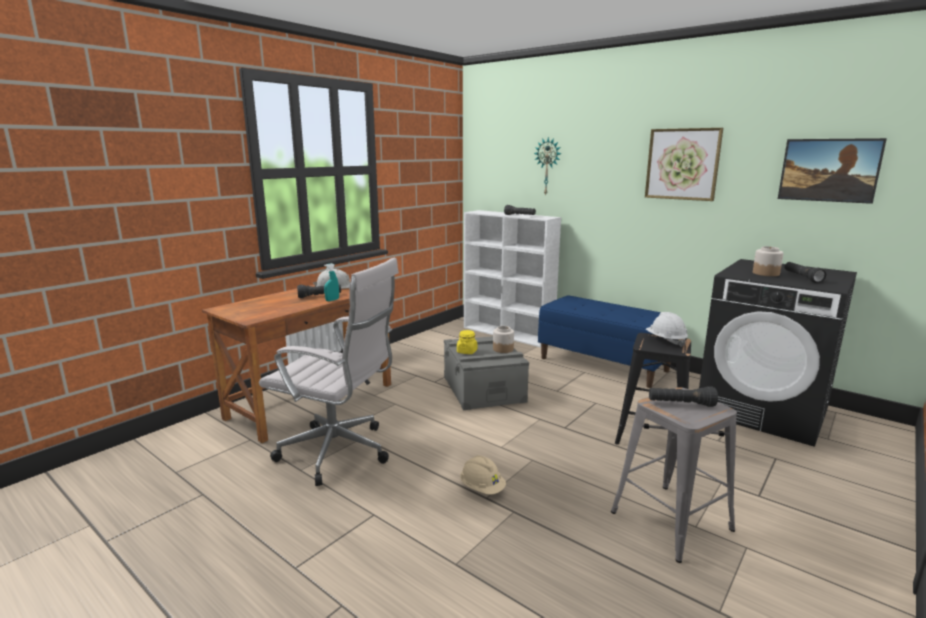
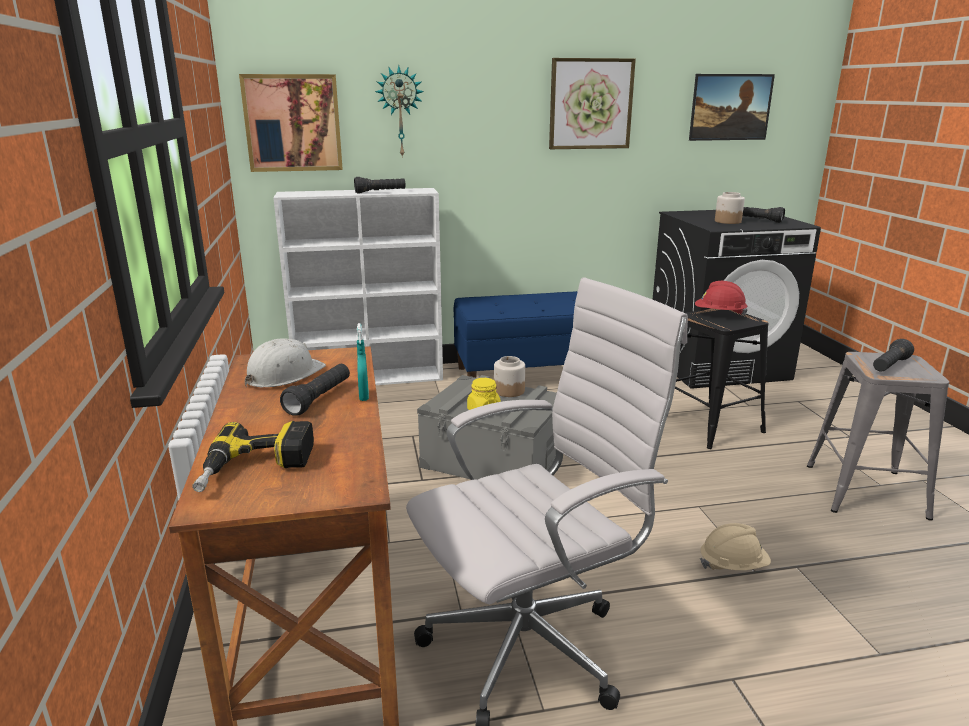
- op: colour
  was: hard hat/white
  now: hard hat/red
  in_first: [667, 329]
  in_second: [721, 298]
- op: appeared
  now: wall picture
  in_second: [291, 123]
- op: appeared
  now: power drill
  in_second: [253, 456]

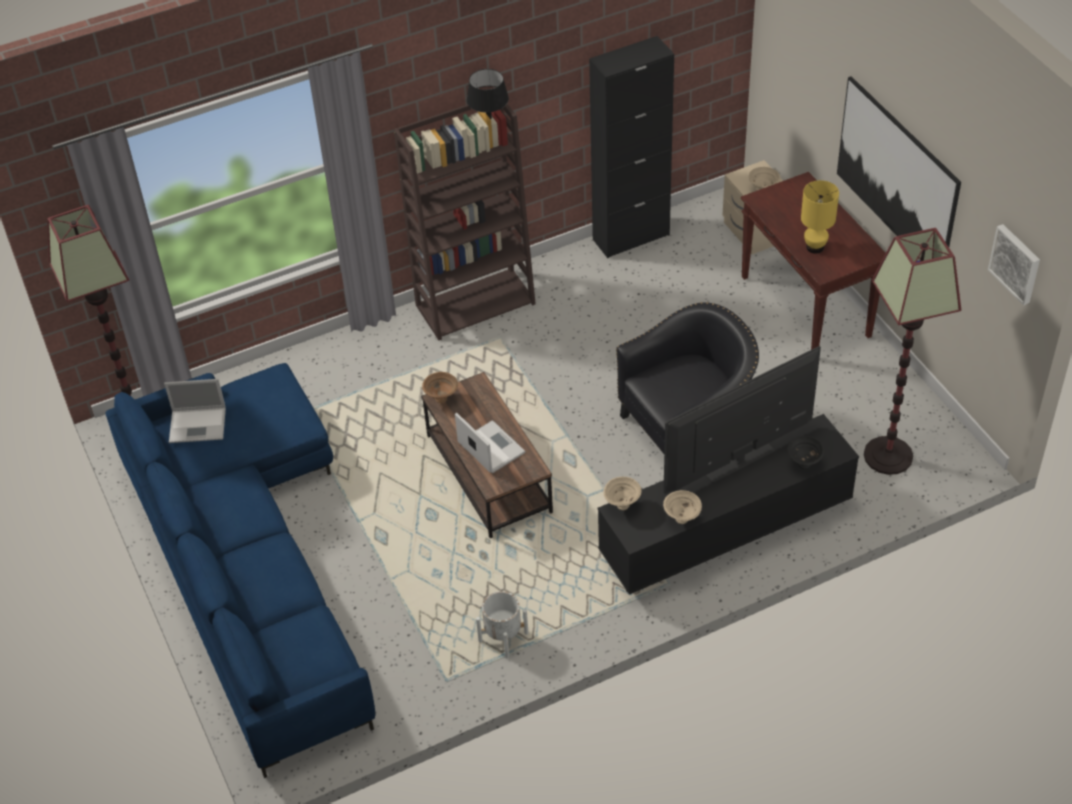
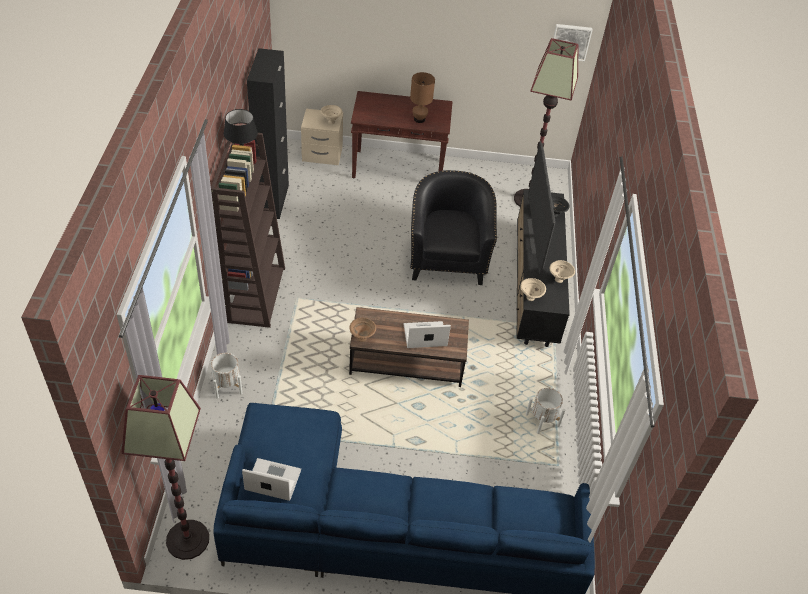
- op: missing
  was: wall picture
  in_first: [899, 161]
- op: colour
  was: lamp for a table/yellow
  now: lamp for a table/brown-coloured
  in_first: [820, 217]
  in_second: [422, 97]
- op: spun
  was: laptop
  in_first: [195, 411]
  in_second: [271, 479]
  clockwise: -105
- op: appeared
  now: planter/white
  in_second: [226, 376]

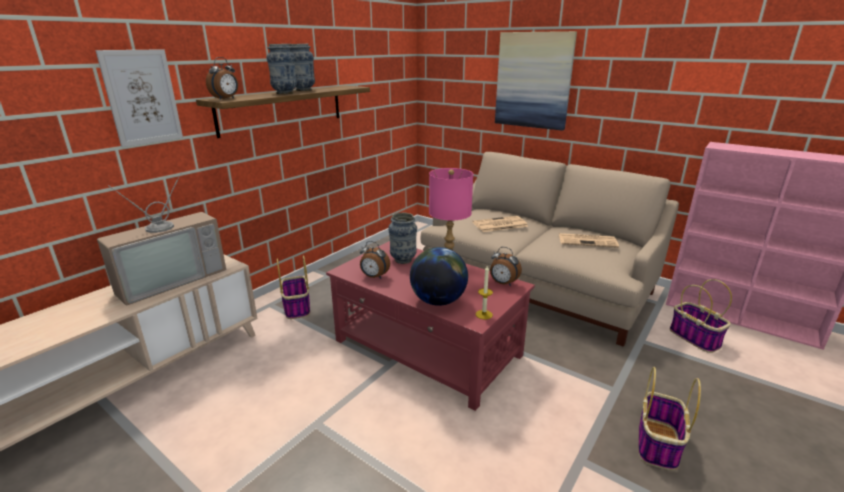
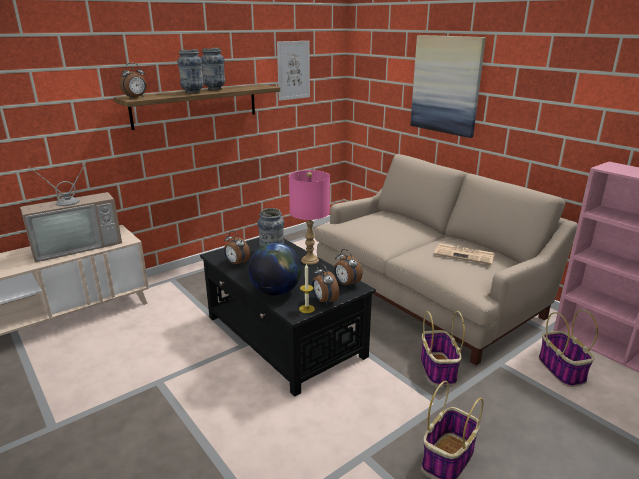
- op: relocated
  was: wall picture
  in_first: [139, 98]
  in_second: [293, 71]
- op: missing
  was: daily paper
  in_first: [500, 224]
- op: colour
  was: coffee table/red
  now: coffee table/black-coloured
  in_first: [430, 326]
  in_second: [288, 317]
- op: relocated
  was: basket
  in_first: [293, 287]
  in_second: [443, 348]
- op: appeared
  now: table clock
  in_second: [325, 284]

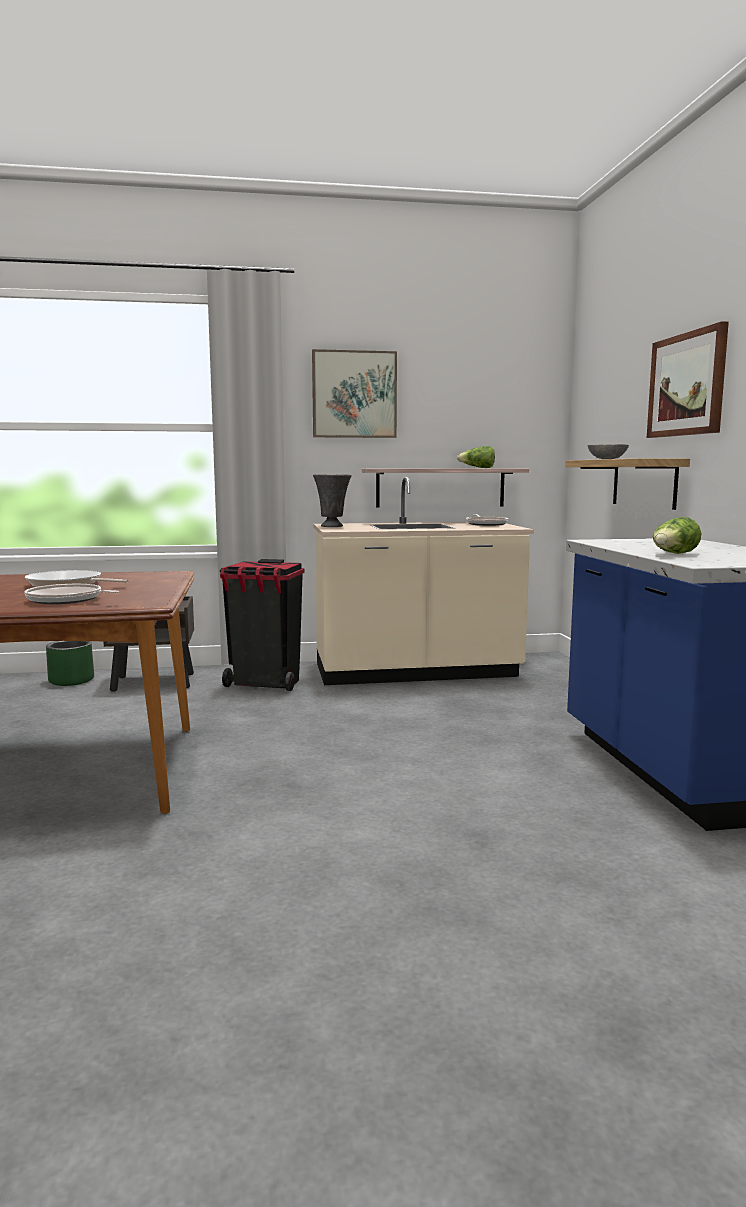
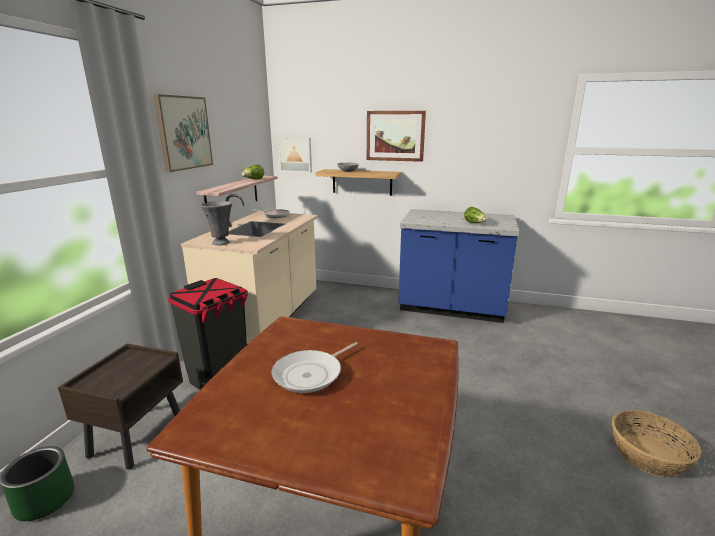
- op: missing
  was: skillet
  in_first: [71, 594]
- op: appeared
  now: wall picture
  in_second: [295, 155]
- op: appeared
  now: basket
  in_second: [657, 443]

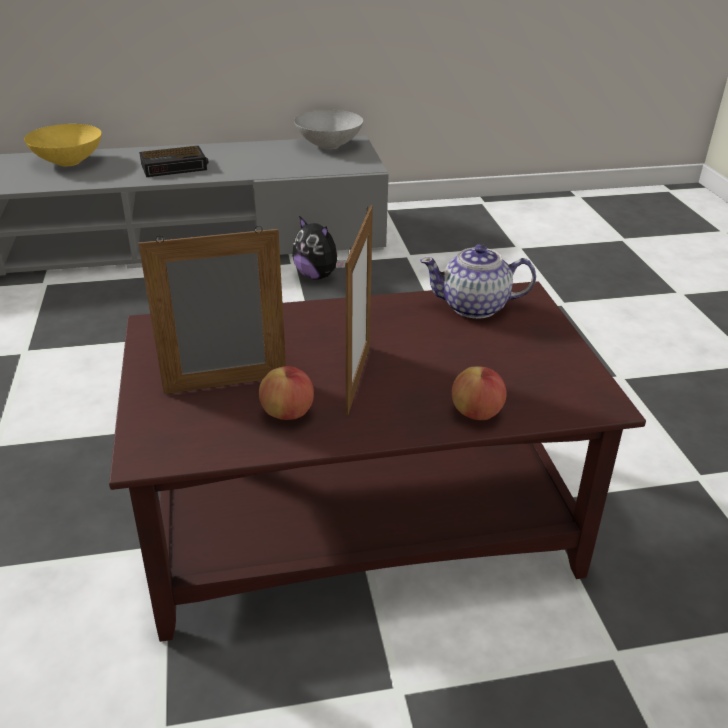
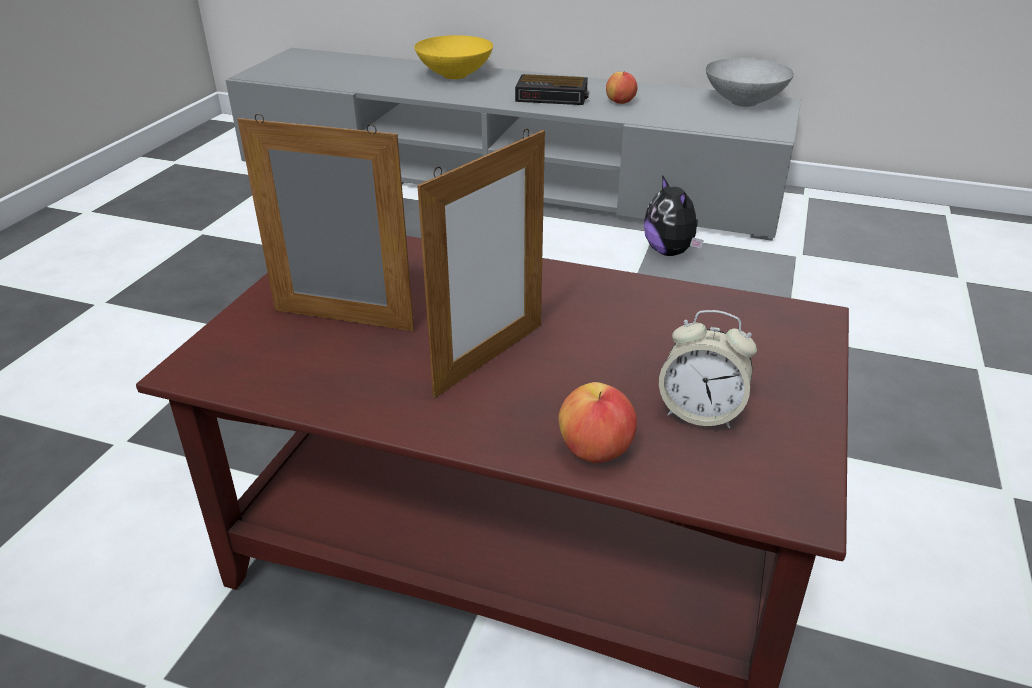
- op: missing
  was: pot for tea
  in_first: [478, 281]
- op: relocated
  was: apple fruit
  in_first: [286, 393]
  in_second: [622, 88]
- op: appeared
  now: table clock
  in_second: [708, 369]

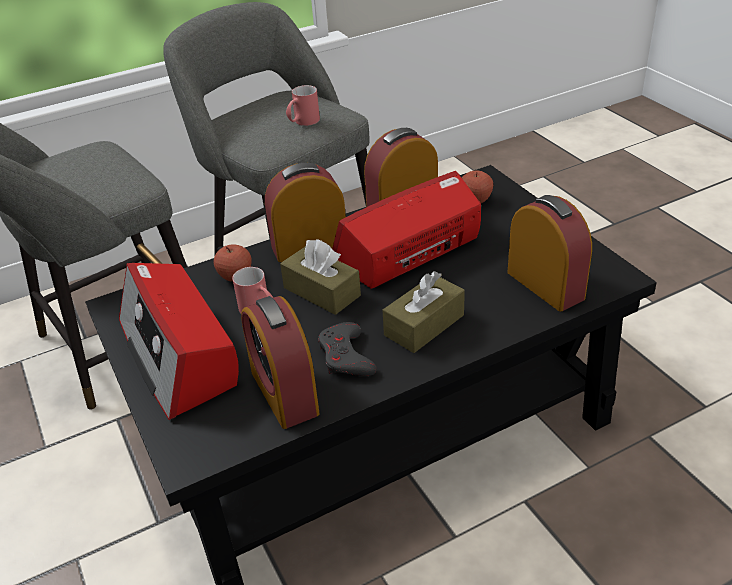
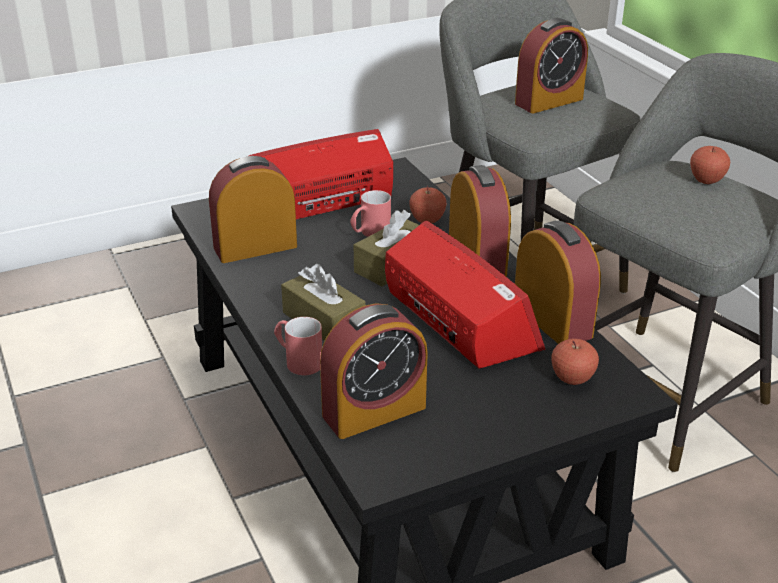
- op: relocated
  was: mug/red
  in_first: [303, 105]
  in_second: [298, 346]
- op: missing
  was: gamepad/grey
  in_first: [347, 349]
- op: appeared
  now: table clock
  in_second: [551, 65]
- op: appeared
  now: apple fruit
  in_second: [710, 165]

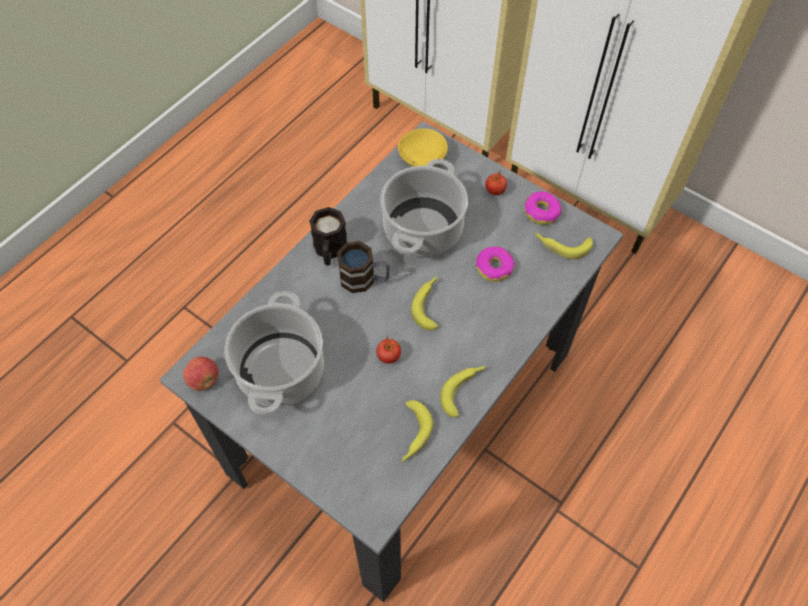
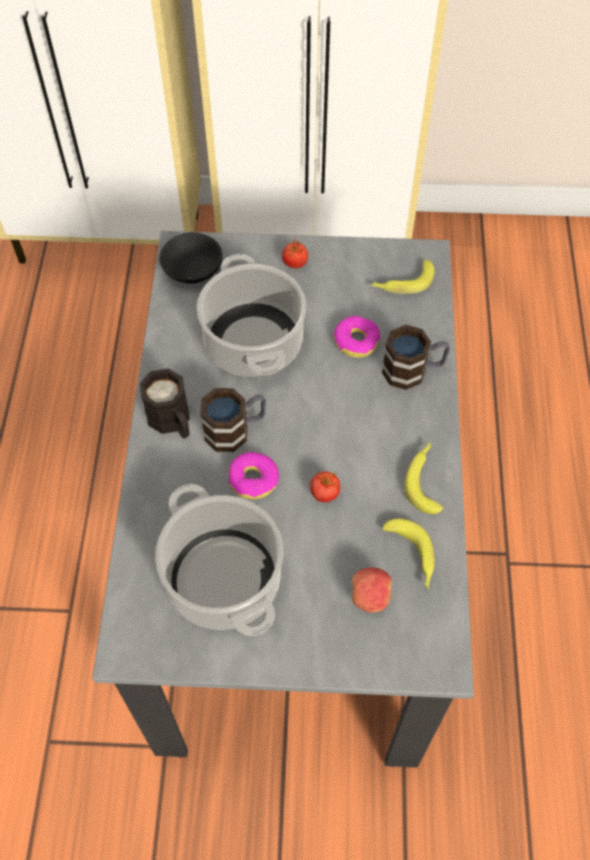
- op: colour
  was: serving bowl/yellow
  now: serving bowl/black-coloured
  in_first: [423, 147]
  in_second: [190, 257]
- op: relocated
  was: doughnut
  in_first: [543, 208]
  in_second: [253, 475]
- op: missing
  was: whole banana
  in_first: [424, 302]
- op: relocated
  was: apple fruit
  in_first: [201, 373]
  in_second: [372, 590]
- op: appeared
  now: mug
  in_second: [416, 357]

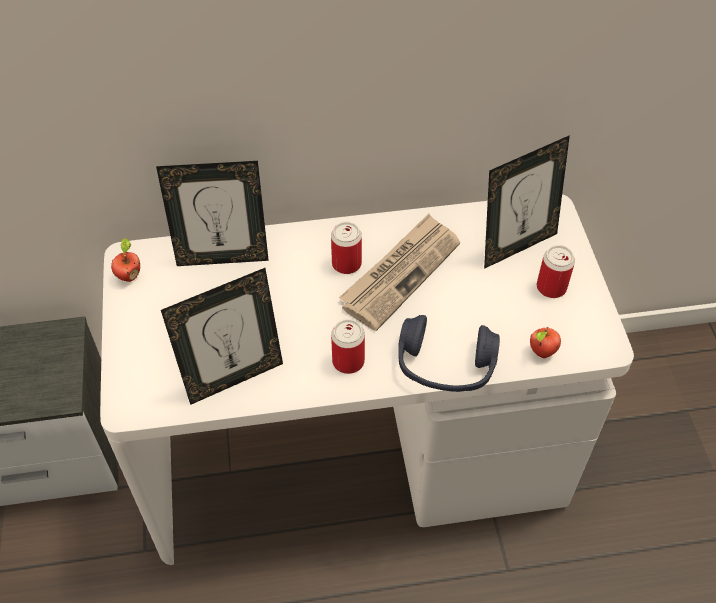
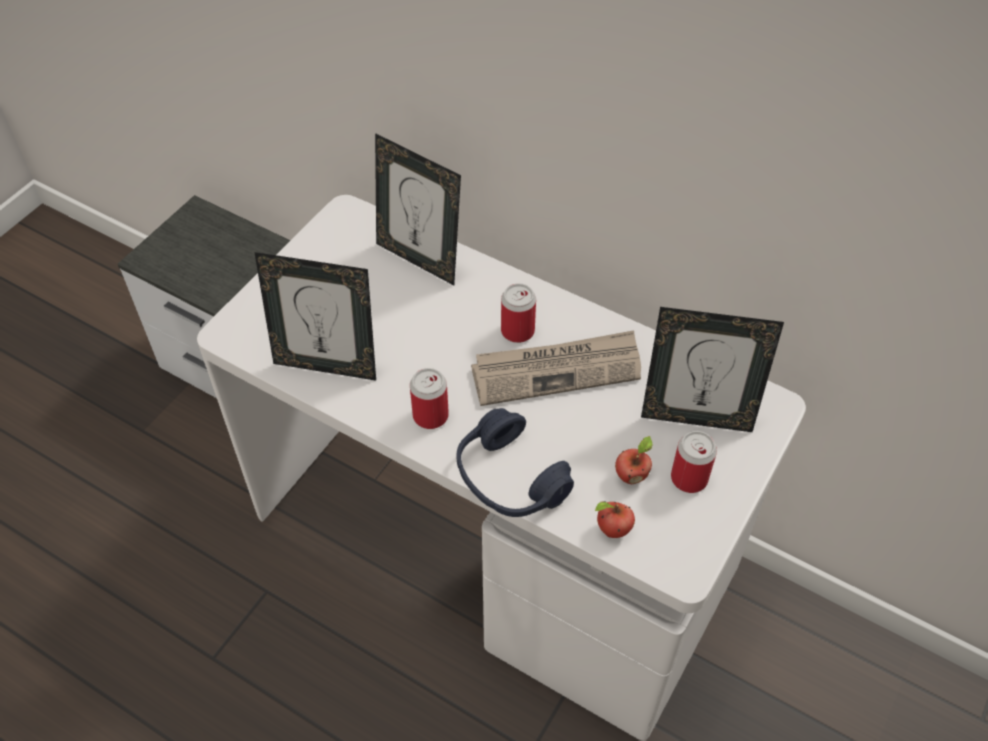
- op: relocated
  was: apple fruit
  in_first: [125, 260]
  in_second: [633, 460]

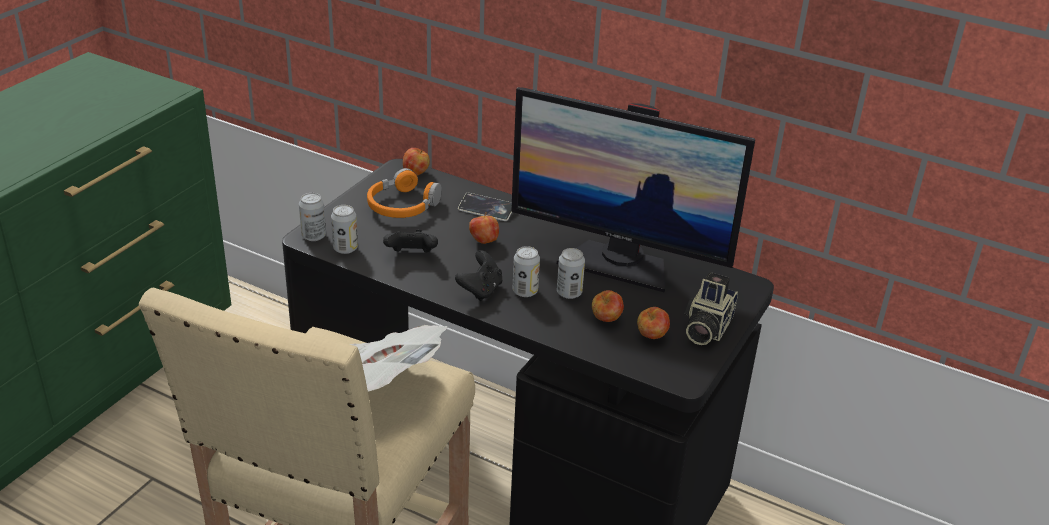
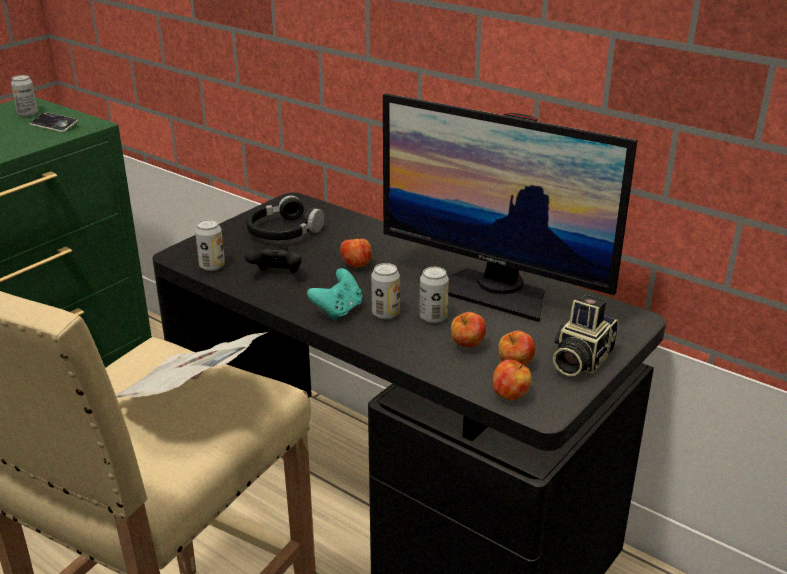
- op: relocated
  was: apple fruit
  in_first: [416, 162]
  in_second: [512, 380]
- op: colour
  was: headset/orangey
  now: headset/black-coloured
  in_first: [404, 193]
  in_second: [285, 218]
- op: relocated
  was: can
  in_first: [312, 217]
  in_second: [24, 95]
- op: relocated
  was: handset
  in_first: [485, 207]
  in_second: [54, 122]
- op: colour
  was: gamepad/black-coloured
  now: gamepad/blue-green
  in_first: [478, 275]
  in_second: [334, 294]

